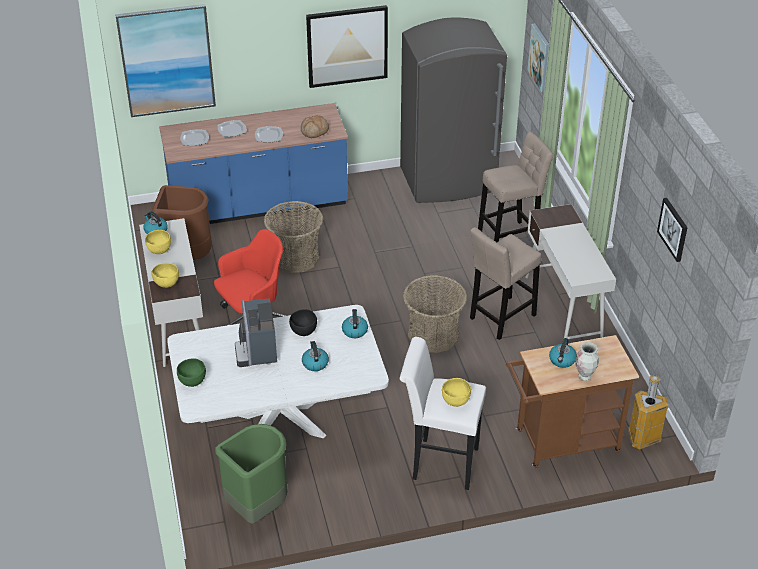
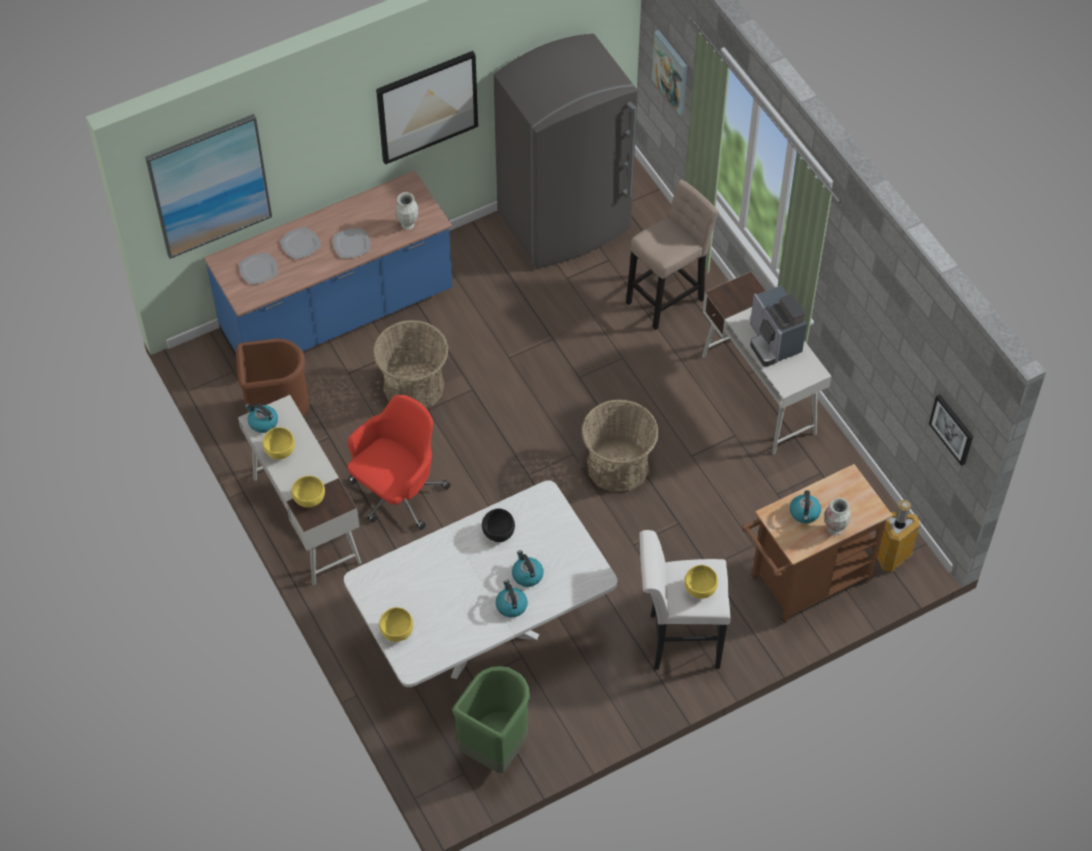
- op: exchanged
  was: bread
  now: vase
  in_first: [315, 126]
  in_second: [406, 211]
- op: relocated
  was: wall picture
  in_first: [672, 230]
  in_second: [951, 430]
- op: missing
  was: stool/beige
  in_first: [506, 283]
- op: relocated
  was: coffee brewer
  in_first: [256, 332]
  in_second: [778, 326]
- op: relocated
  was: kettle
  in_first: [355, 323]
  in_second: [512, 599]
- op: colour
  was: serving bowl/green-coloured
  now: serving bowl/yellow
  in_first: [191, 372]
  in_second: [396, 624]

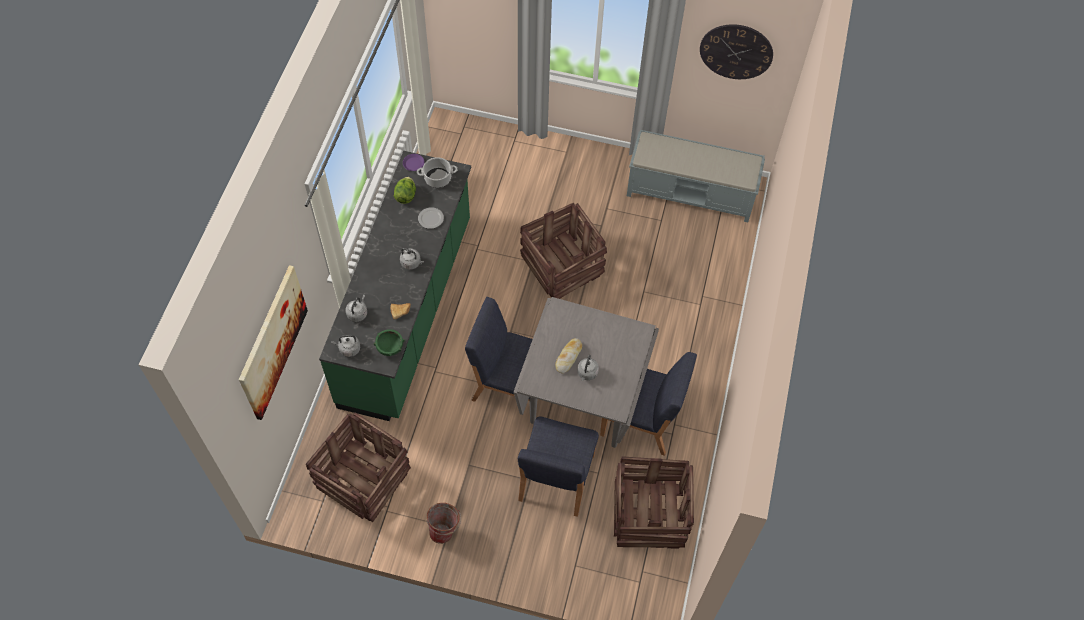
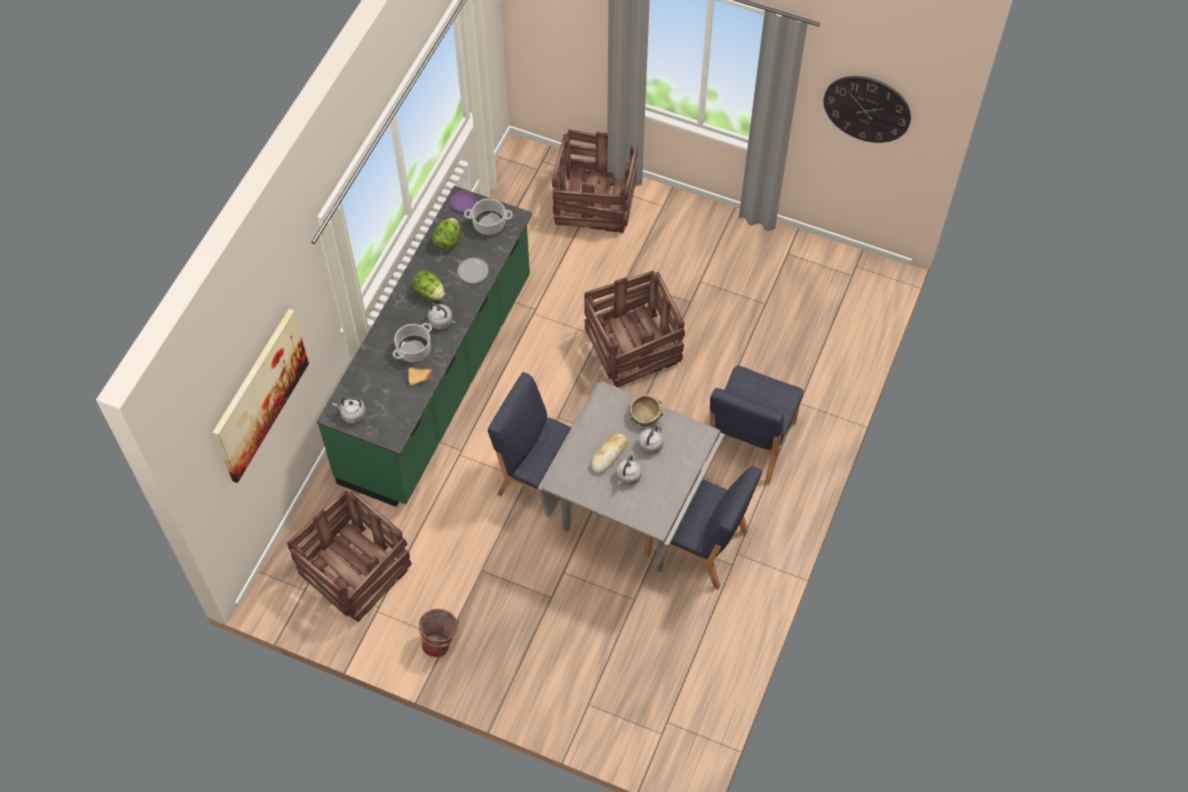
- op: missing
  was: long seat/grey
  in_first: [696, 176]
- op: relocated
  was: kettle/grey
  in_first: [356, 308]
  in_second: [650, 439]
- op: missing
  was: serving bowl/green-coloured
  in_first: [389, 342]
- op: relocated
  was: plain chair/bluish
  in_first: [558, 467]
  in_second: [755, 425]
- op: relocated
  was: crate
  in_first: [654, 502]
  in_second: [594, 181]
- op: appeared
  now: lettuce
  in_second: [429, 285]
- op: appeared
  now: cooking pot
  in_second: [412, 342]
- op: appeared
  now: serving bowl/brown-coloured
  in_second: [645, 410]

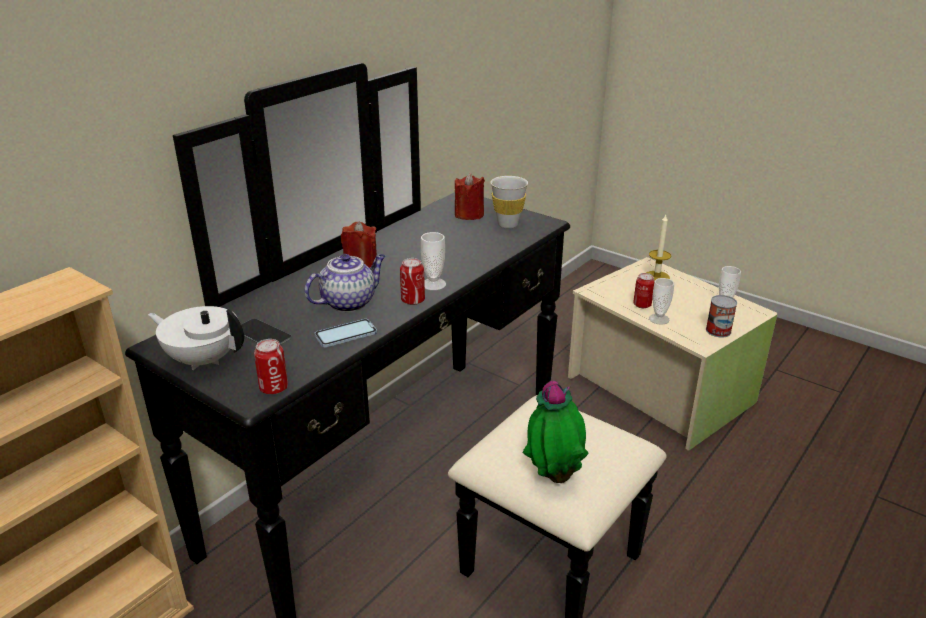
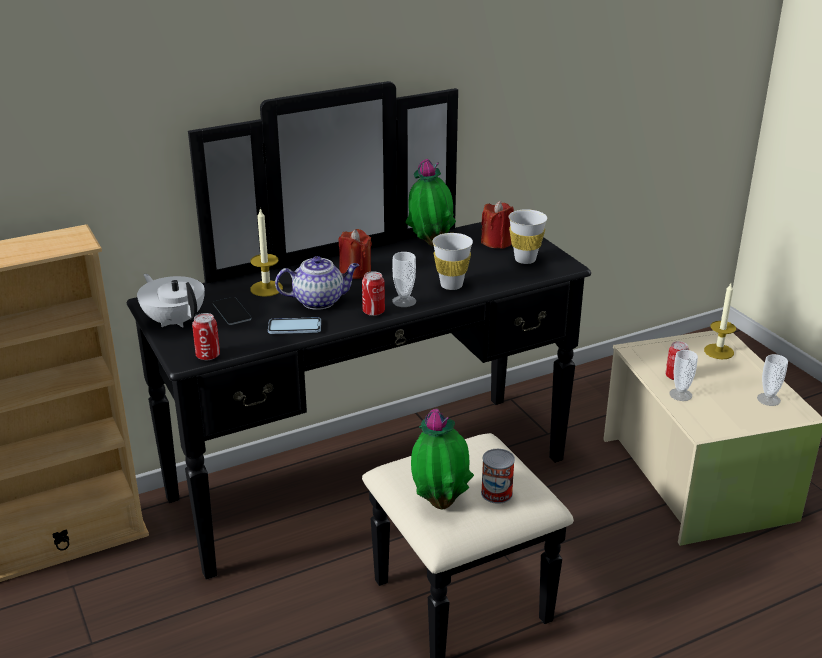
- op: relocated
  was: can
  in_first: [721, 316]
  in_second: [498, 476]
- op: appeared
  now: plant in a pot
  in_second: [430, 203]
- op: appeared
  now: candle
  in_second: [266, 252]
- op: appeared
  now: cup/white
  in_second: [452, 261]

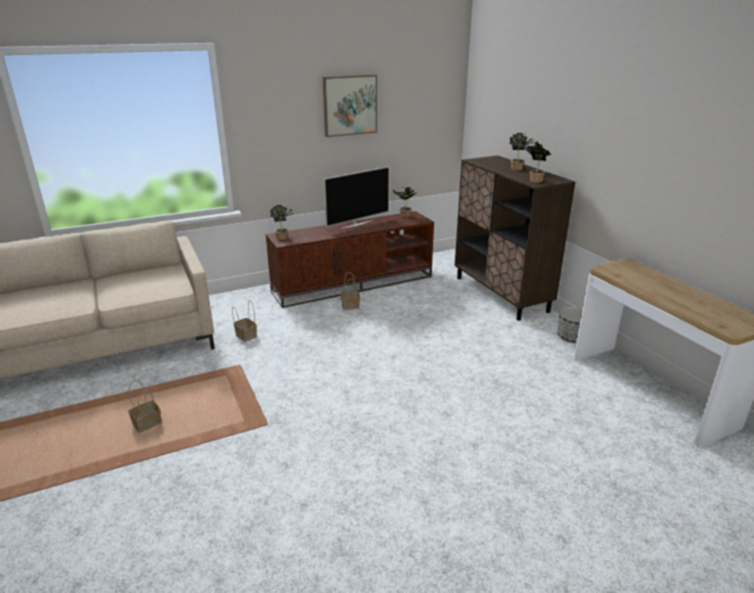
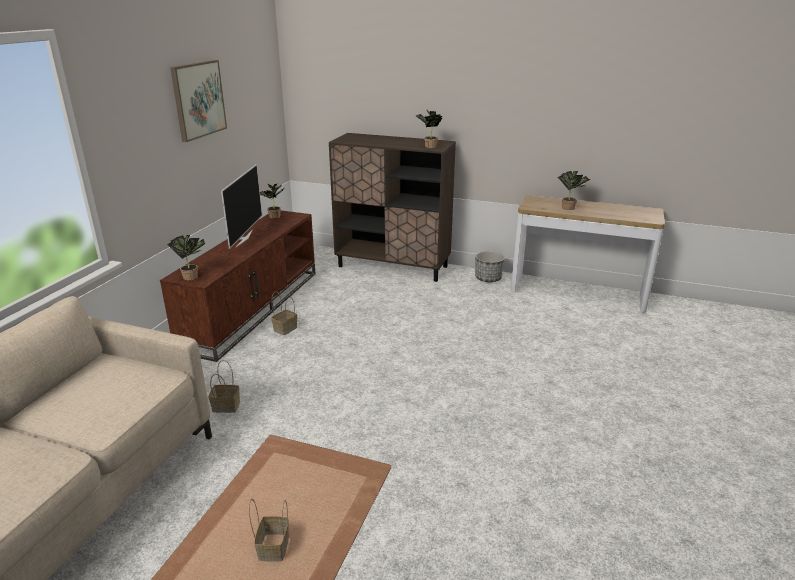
- op: relocated
  was: plant in a pot
  in_first: [522, 151]
  in_second: [574, 190]

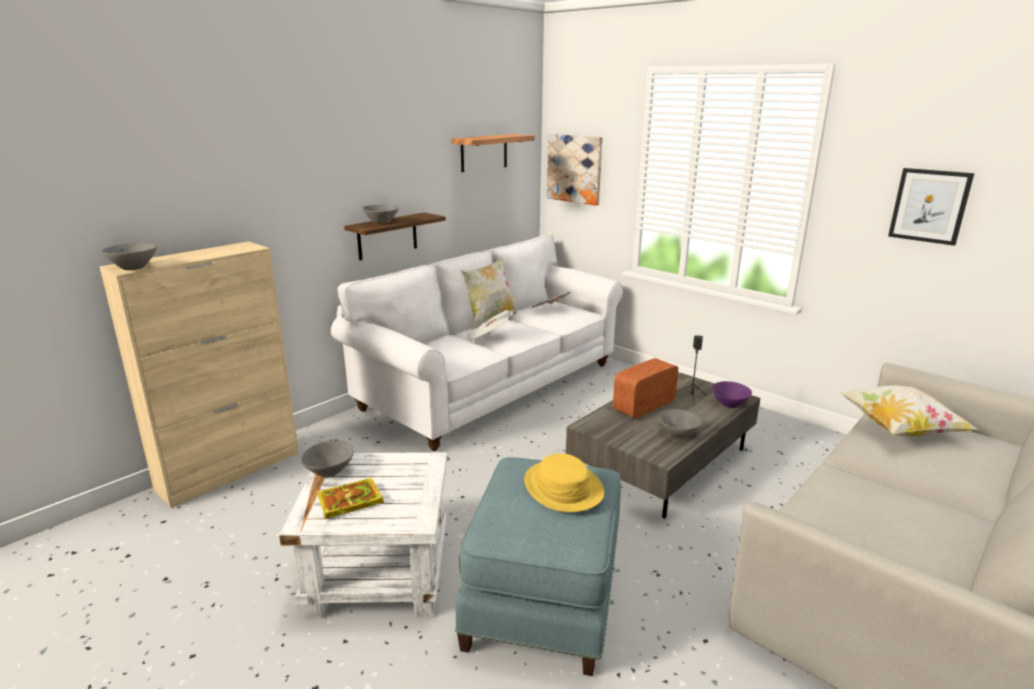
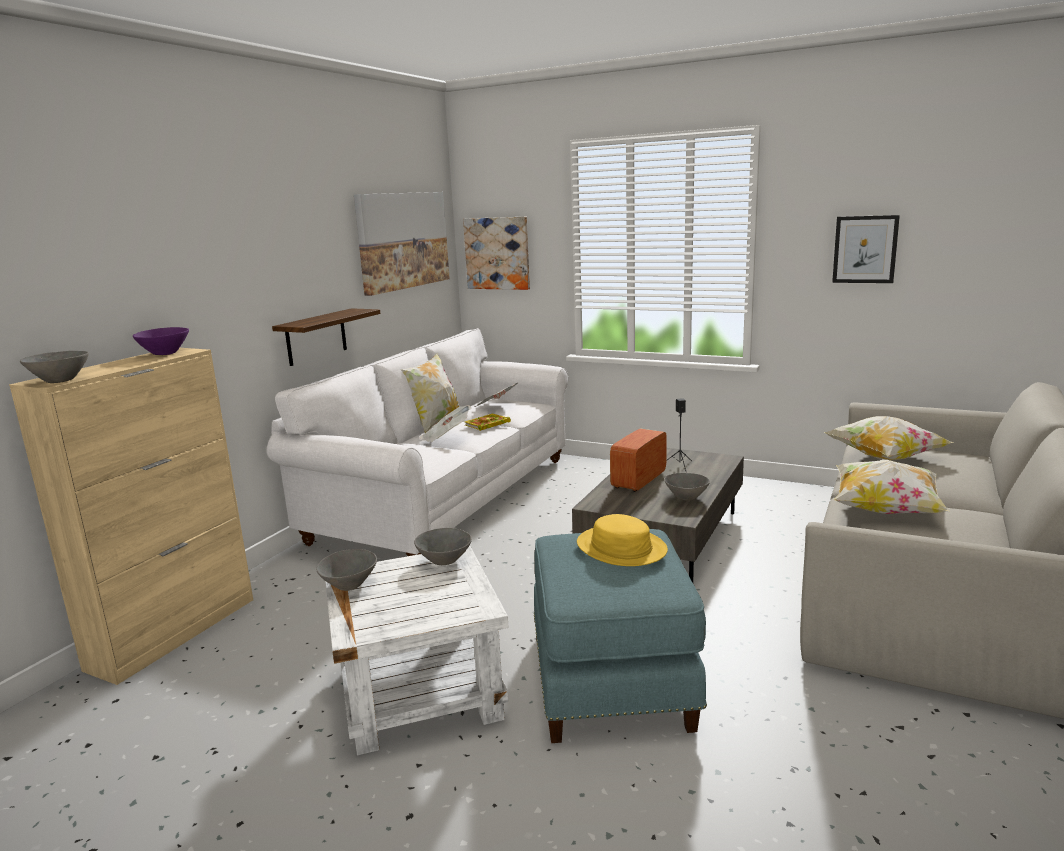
- op: exchanged
  was: shelf
  now: wall picture
  in_first: [493, 153]
  in_second: [402, 244]
- op: relocated
  was: serving bowl/grey
  in_first: [380, 214]
  in_second: [443, 546]
- op: relocated
  was: serving bowl/purple
  in_first: [732, 394]
  in_second: [161, 341]
- op: relocated
  was: book
  in_first: [350, 498]
  in_second: [488, 422]
- op: appeared
  now: cushion
  in_second: [891, 487]

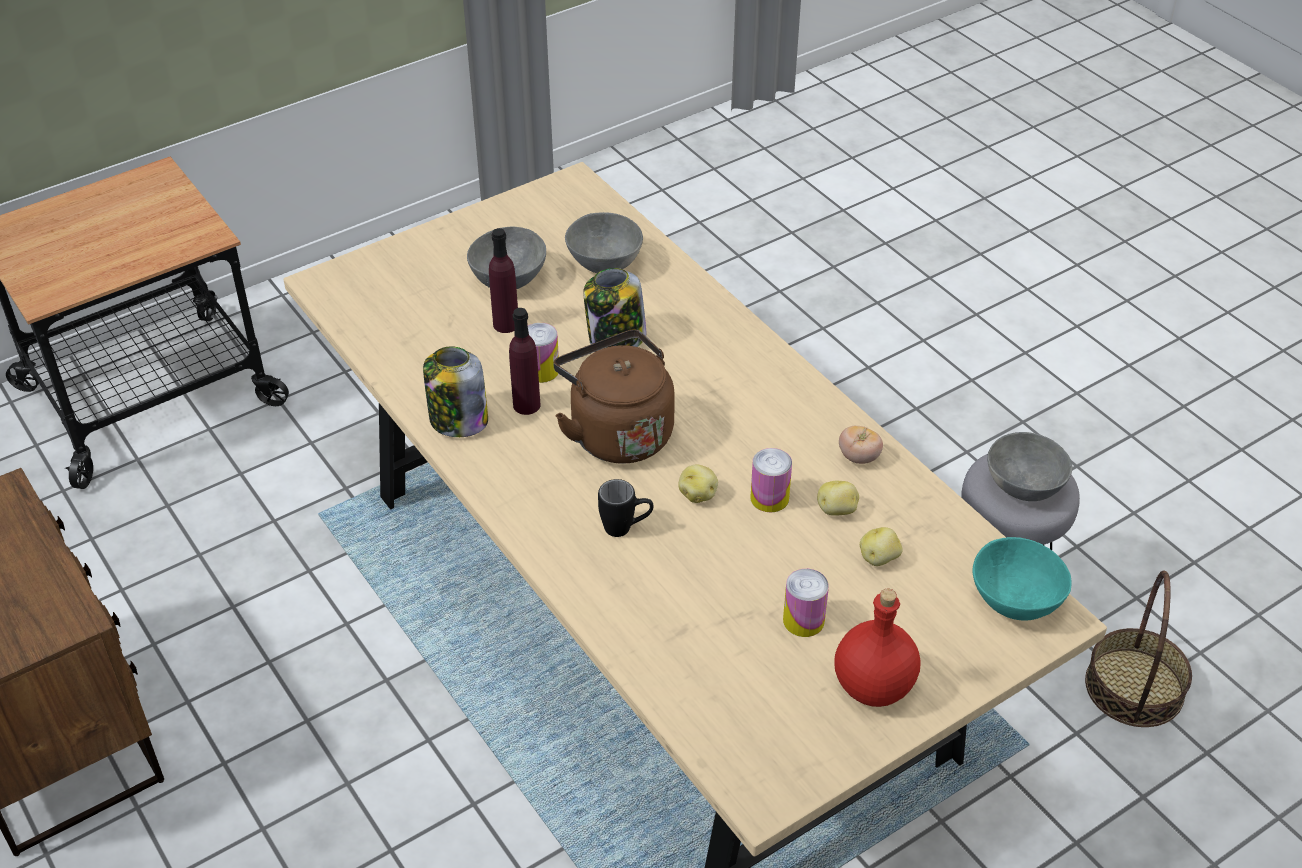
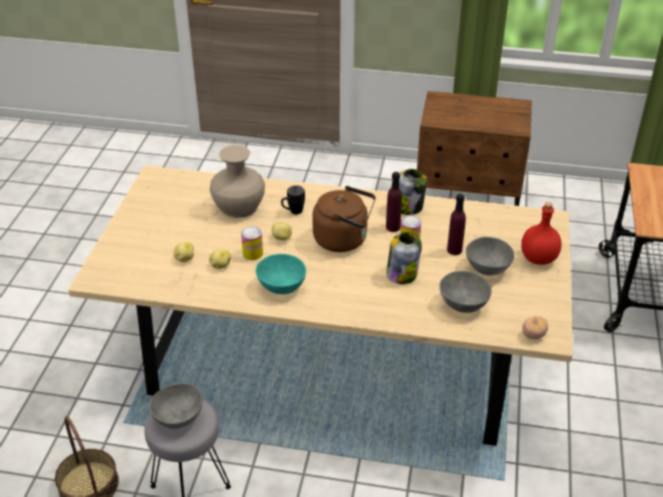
- op: relocated
  was: tomato
  in_first: [861, 445]
  in_second: [535, 327]
- op: relocated
  was: serving bowl/blue-green
  in_first: [1022, 579]
  in_second: [281, 274]
- op: missing
  was: can
  in_first: [806, 603]
- op: relocated
  was: beverage bottle/red
  in_first: [877, 648]
  in_second: [541, 233]
- op: appeared
  now: vase/beige
  in_second: [237, 181]

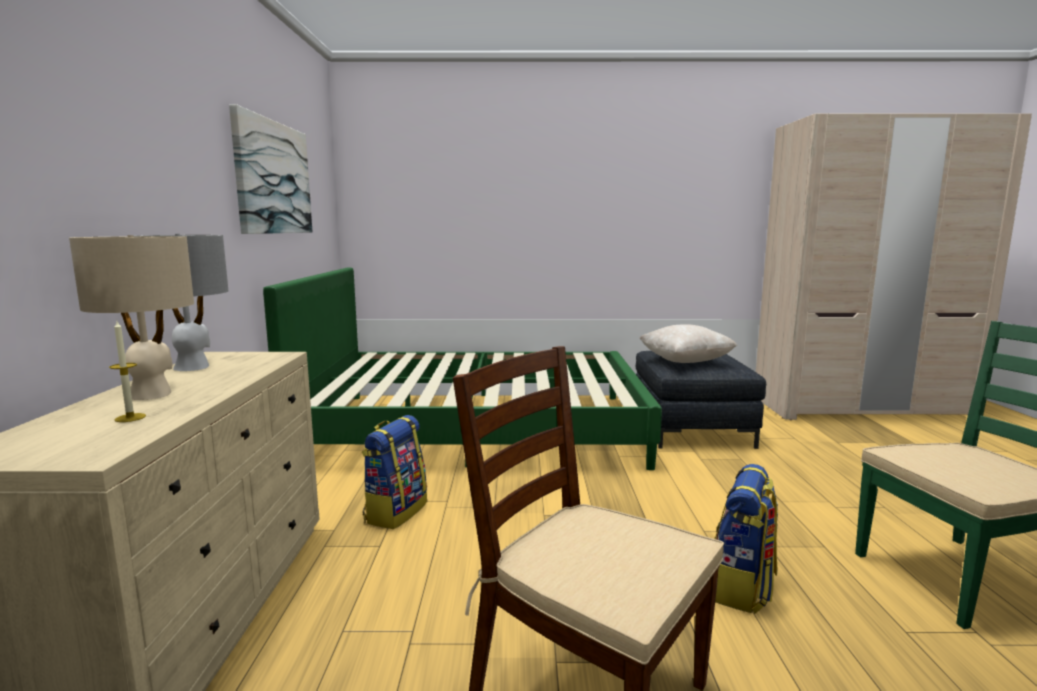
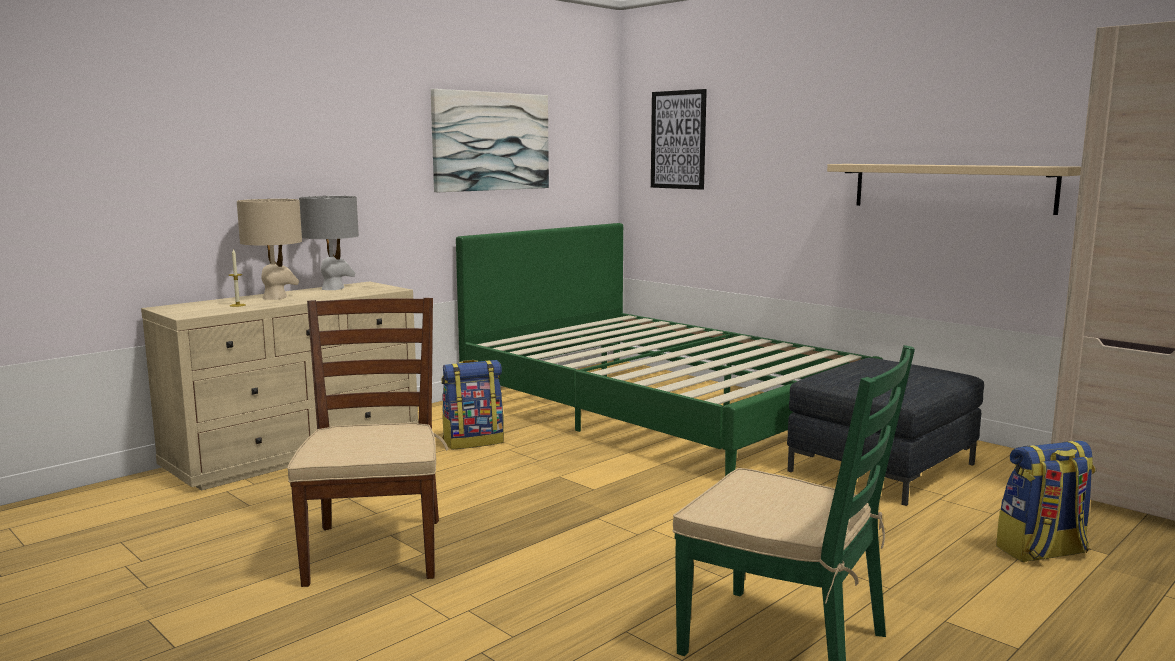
- op: missing
  was: cushion/beige
  in_first: [689, 343]
- op: relocated
  was: knapsack
  in_first: [746, 539]
  in_second: [1045, 502]
- op: appeared
  now: wall picture
  in_second: [679, 139]
- op: appeared
  now: shelf/beige
  in_second: [954, 189]

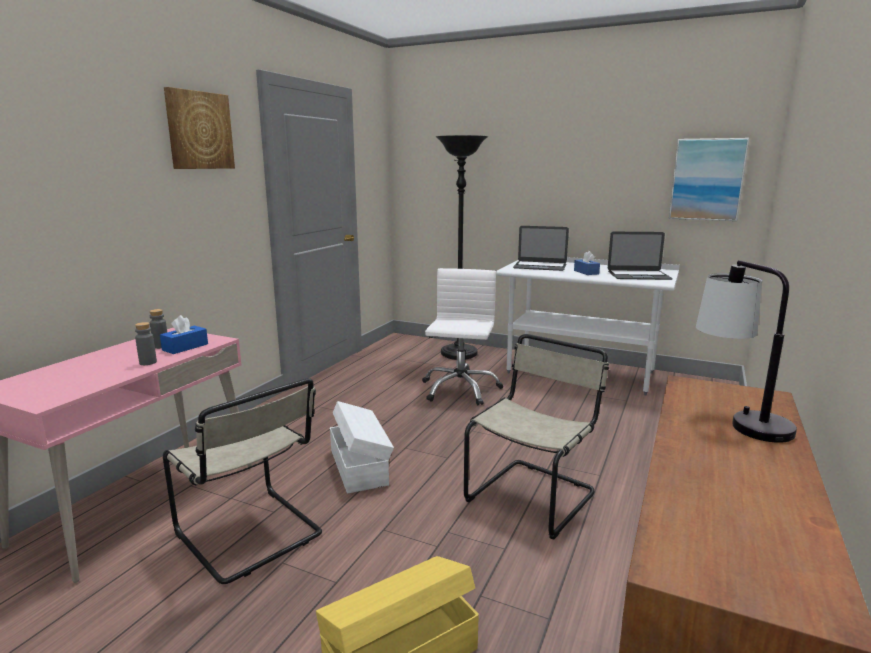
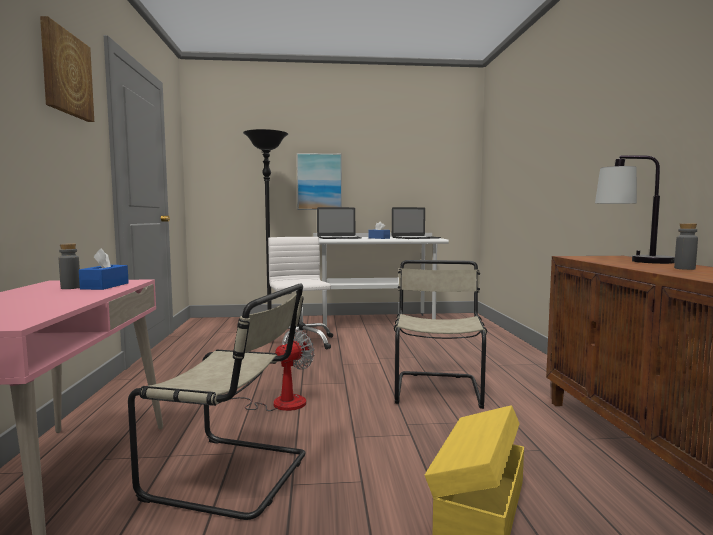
- op: relocated
  was: wall picture
  in_first: [709, 179]
  in_second: [319, 181]
- op: relocated
  was: beverage bottle/grey
  in_first: [146, 343]
  in_second: [686, 246]
- op: exchanged
  was: storage box/white
  now: cooling fan
  in_first: [362, 447]
  in_second: [272, 370]

